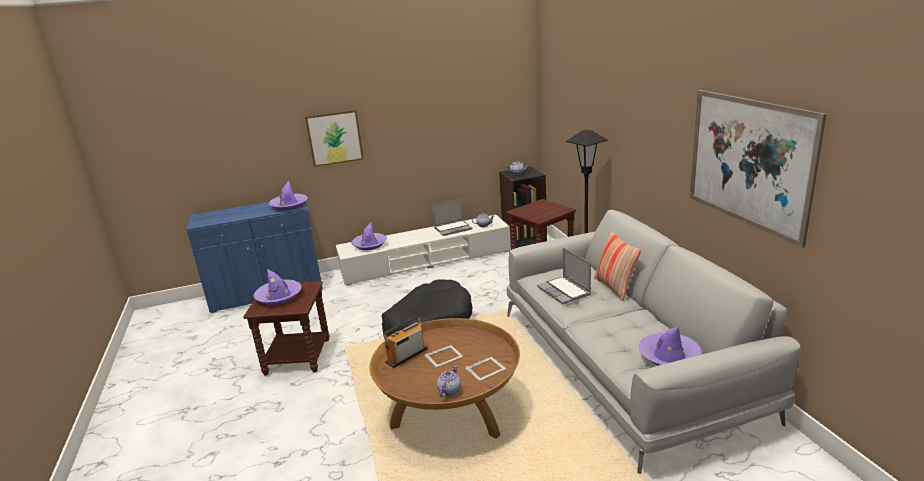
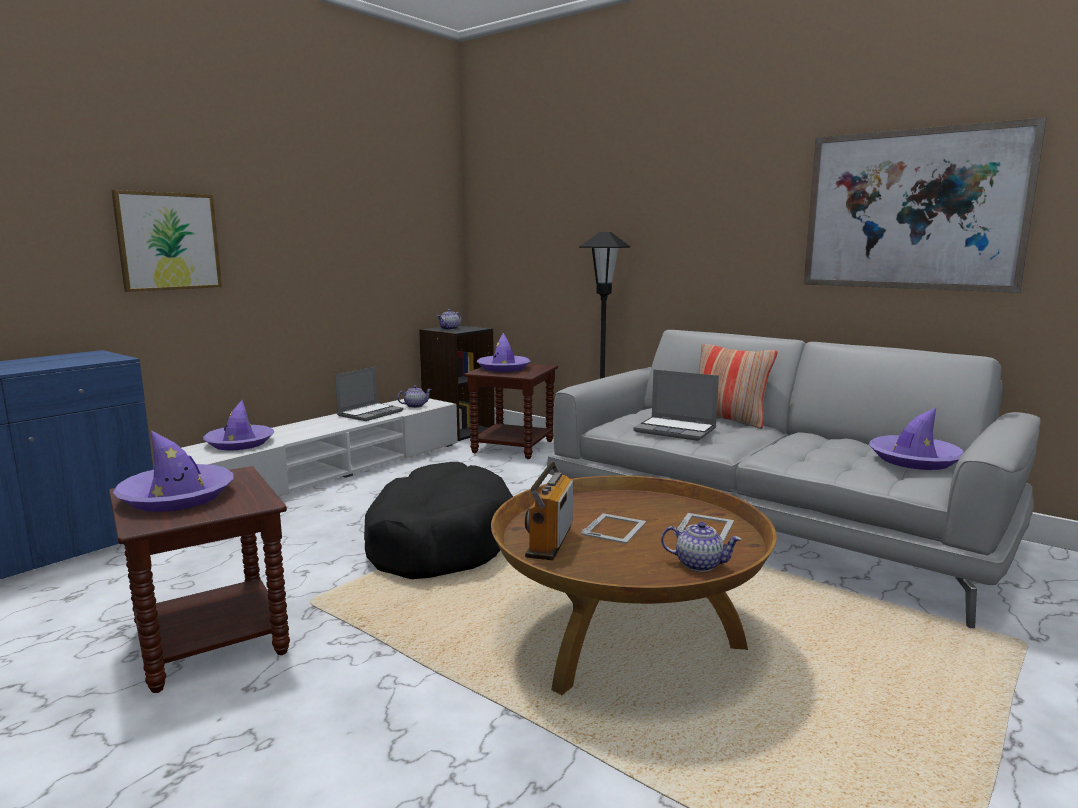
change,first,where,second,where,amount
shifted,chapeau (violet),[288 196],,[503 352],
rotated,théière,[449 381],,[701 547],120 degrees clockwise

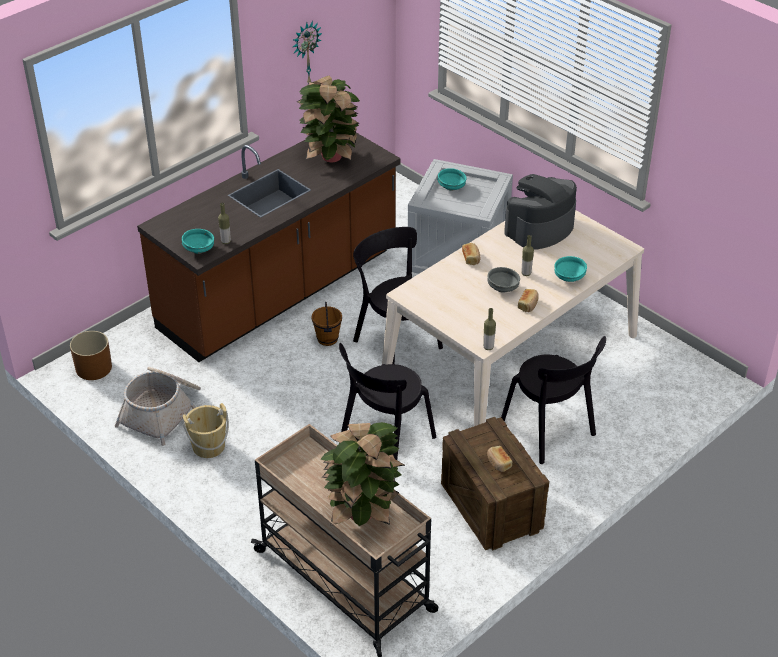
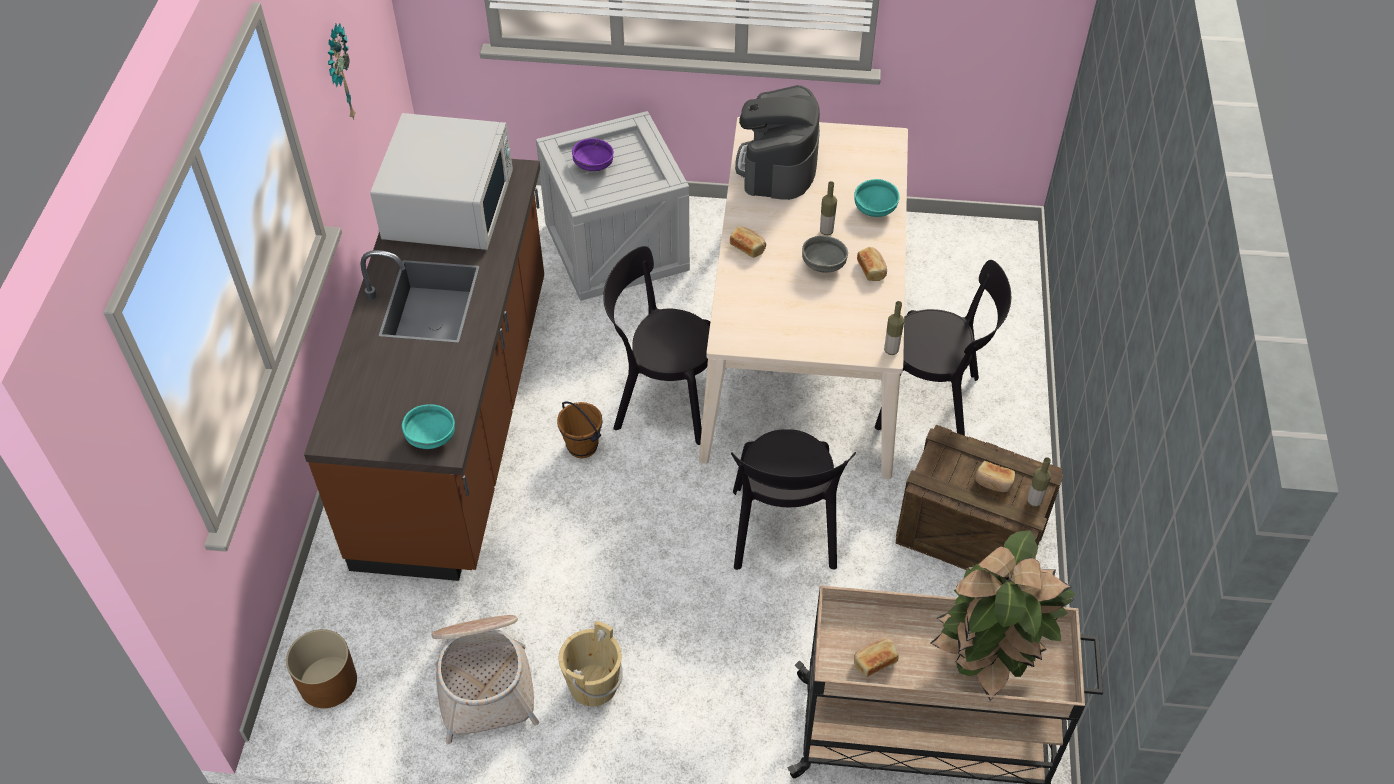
change,first,where,second,where,amount
swapped,plante en pot,[328 119],micro-ondes (blanc),[441 181],
repainted,bol (turquoise),[452 179],bol (violet),[593 154],
new,,,pain,[876 657],
shifted,bouteille,[224 223],,[1039 482],

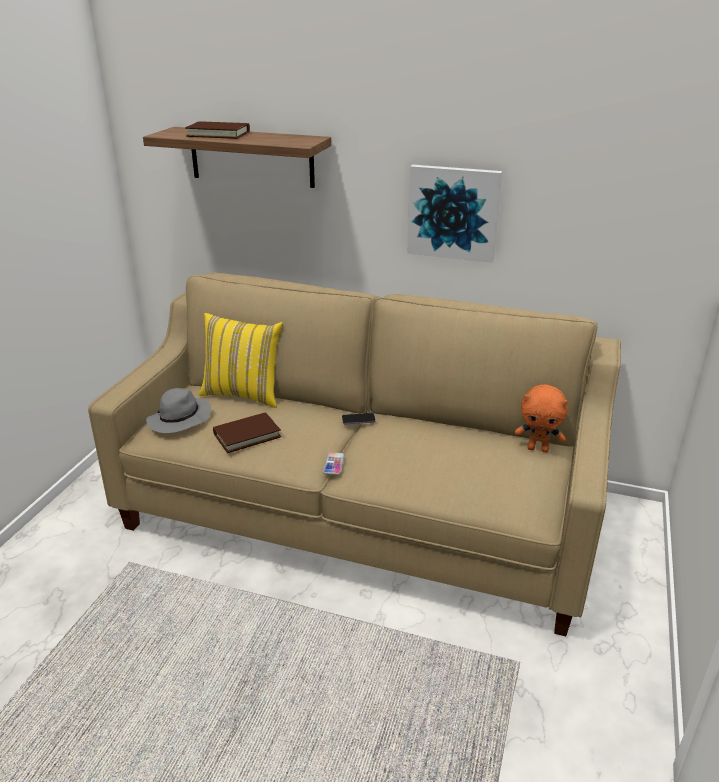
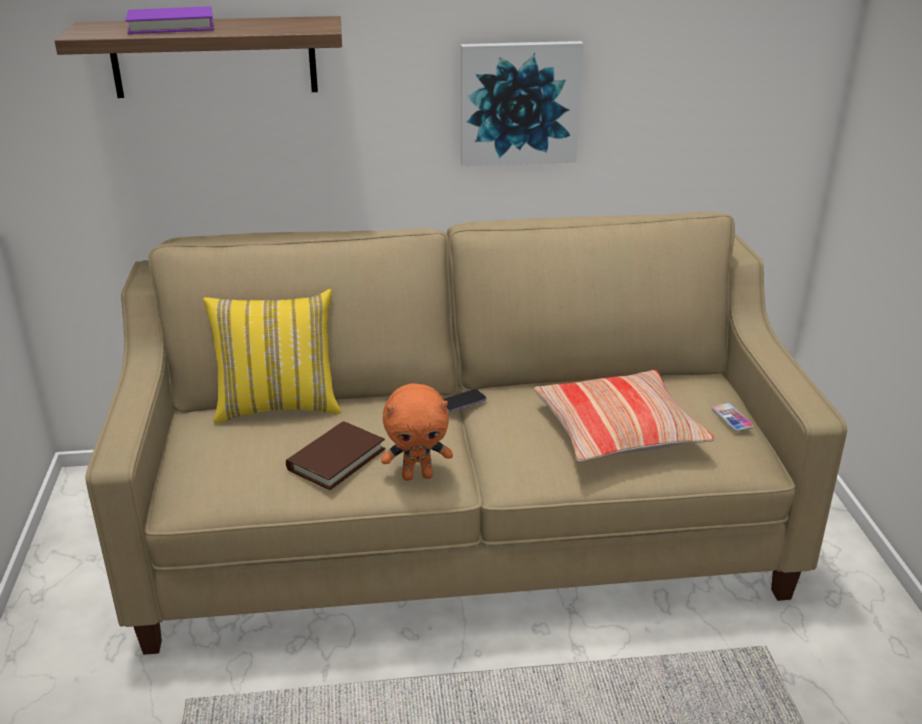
change,first,where,second,where,amount
repainted,livre (marron),[217 130],livre (violet),[169 20],
shifted,peluche (orange),[541 418],,[417 432],
new,,,coussin,[624 416],
shifted,téléphone,[333 463],,[733 417],
gone,chapeau (gris),[178 410],,,

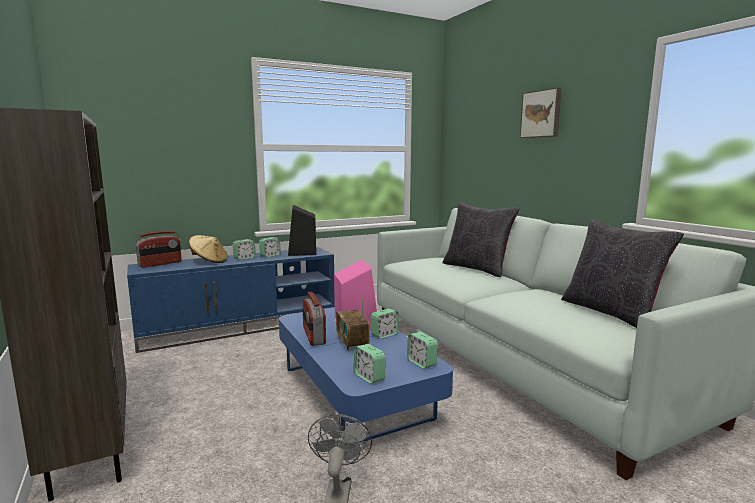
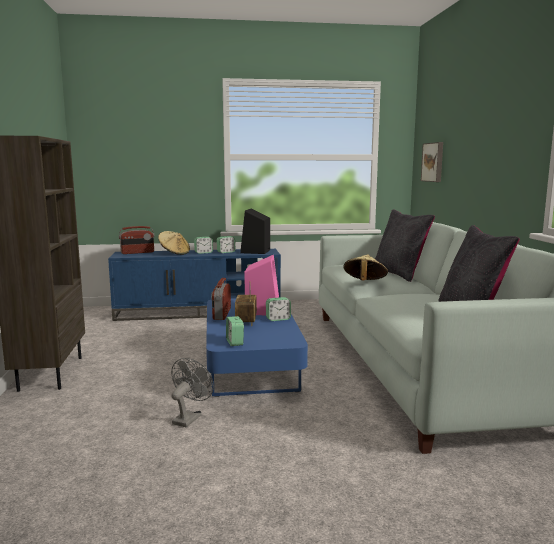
change,first,where,second,where,amount
new,,,chapeau (beige),[365 268],
shifted,tableau,[541 112],,[432 162],
gone,réveil,[422 350],,,

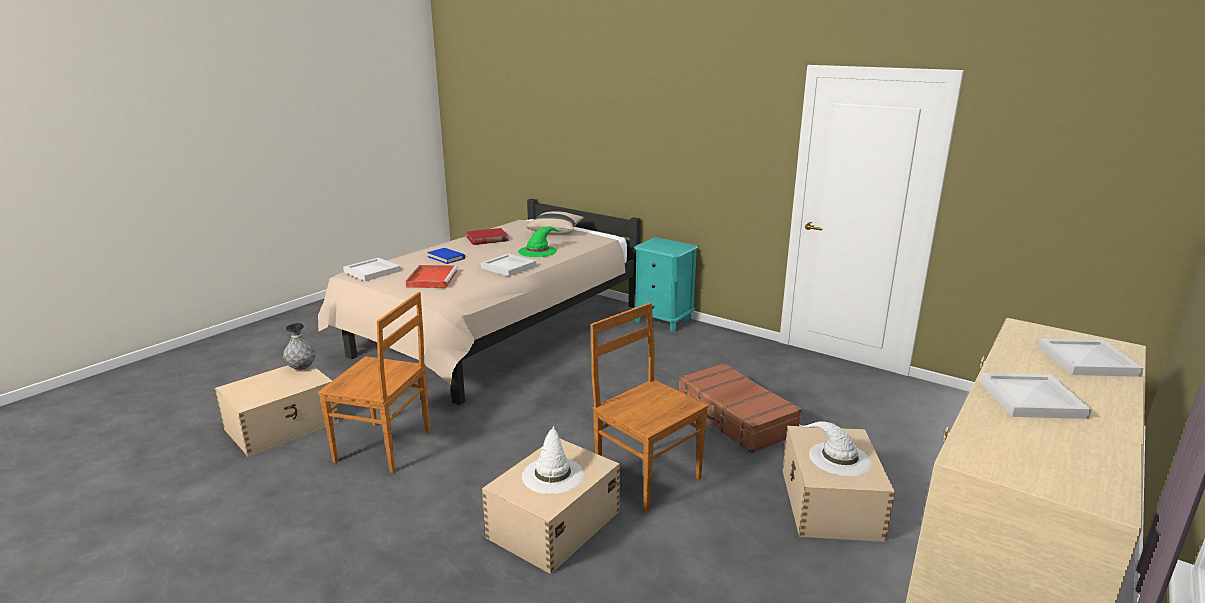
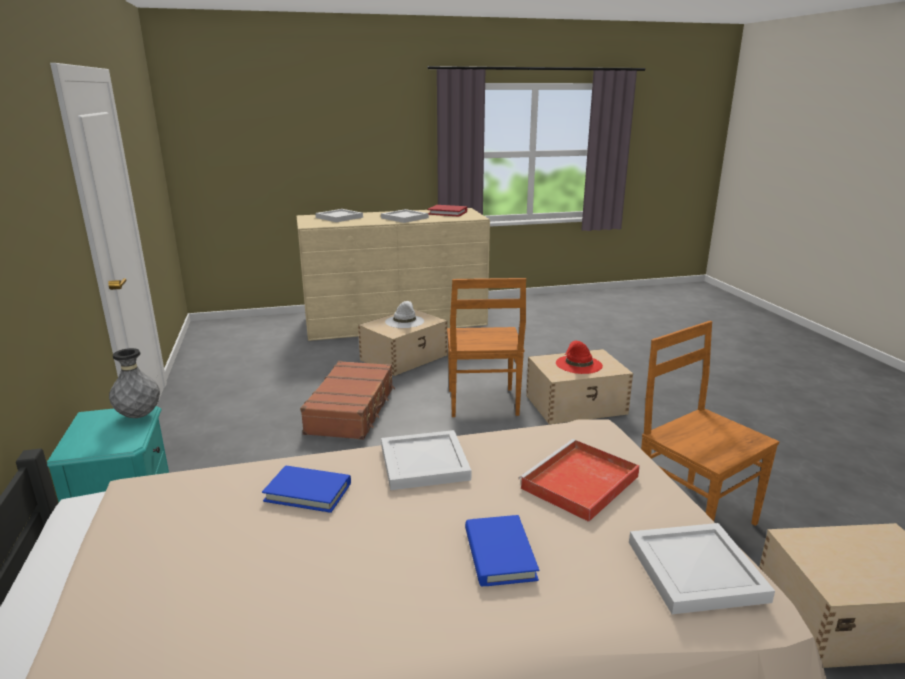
change,first,where,second,where,amount
shifted,vase (gris),[299 346],,[134 383],
swapped,chapeau (vert),[540 241],livre (bleu),[306 489],
shifted,livre (rouge),[487 236],,[447 211],
repainted,chapeau (blanc),[553 459],chapeau (rouge),[579 357],
gone,coussin (beige),[555 222],,,

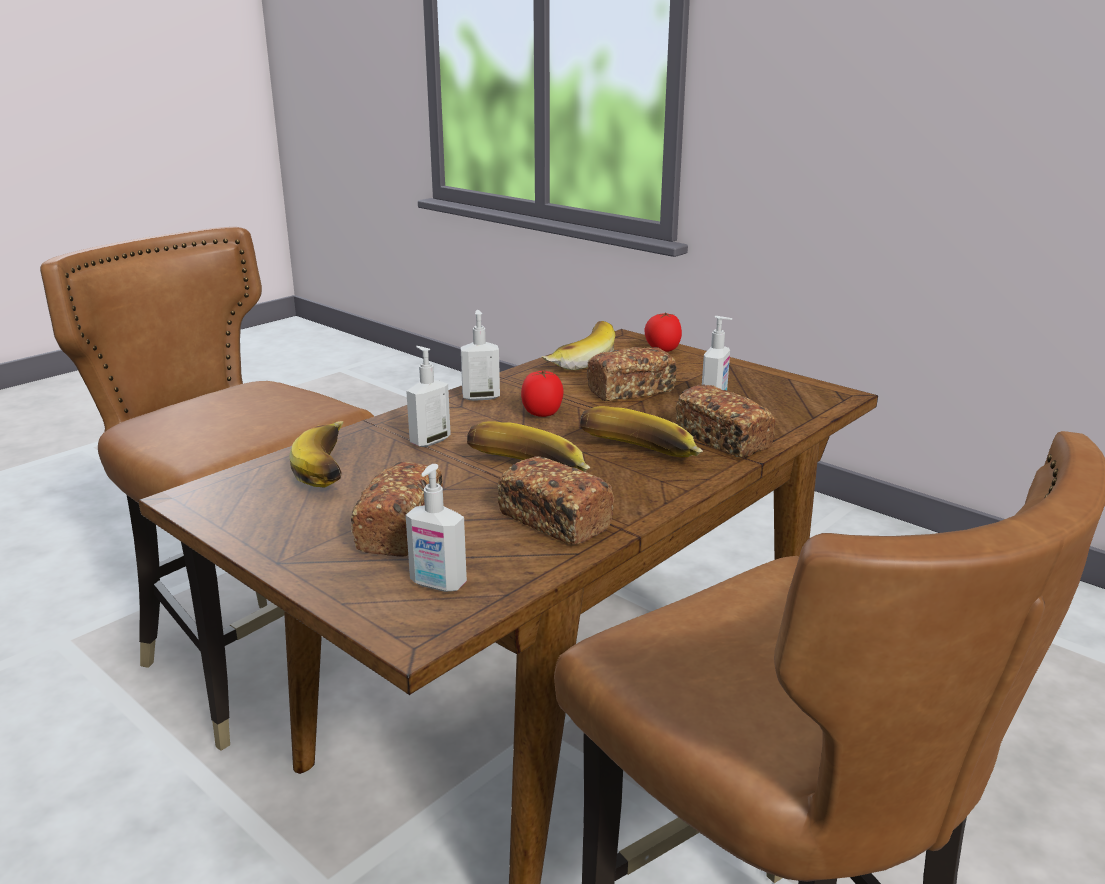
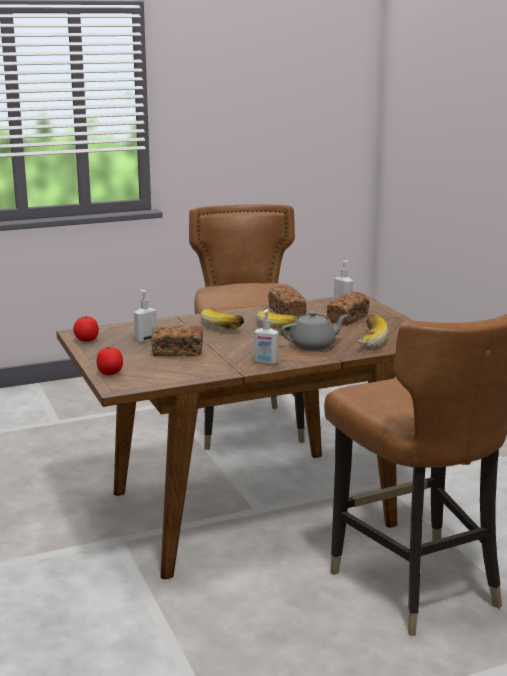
change,first,where,second,where,amount
shifted,tomate,[542 394],,[86 329],
swapped,distributeur de savon,[428 396],théière (gris),[314 331],
gone,banane,[578 345],,,
gone,pain,[725 420],,,

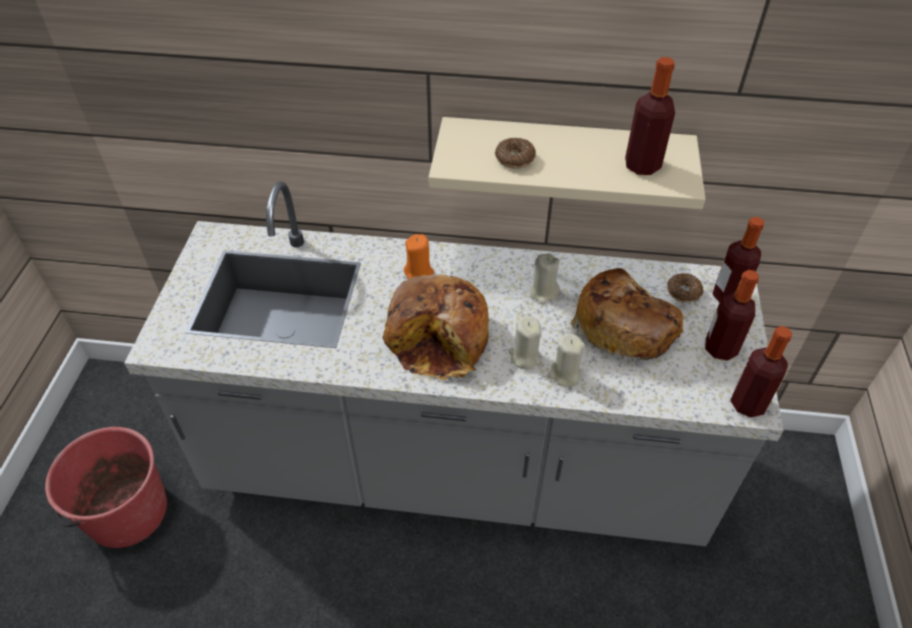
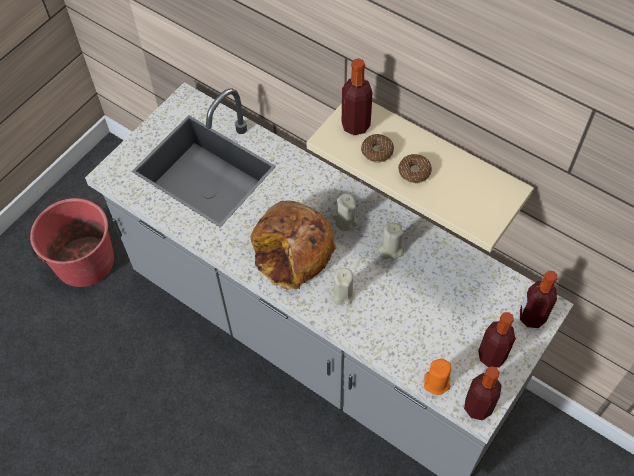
change,first,where,second,where,amount
shifted,bougie (beige),[566 360],,[345 212],
shifted,bouteille,[650 116],,[357 96],
shifted,beignet,[685 288],,[415 168],
shifted,bougie (orange),[419 256],,[437 377],
gone,pain,[627 316],,,

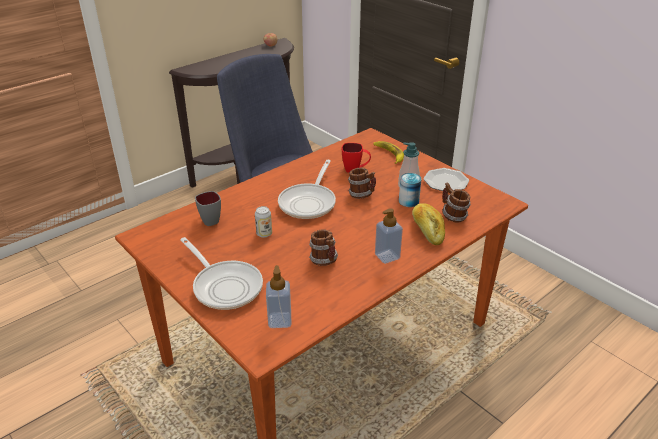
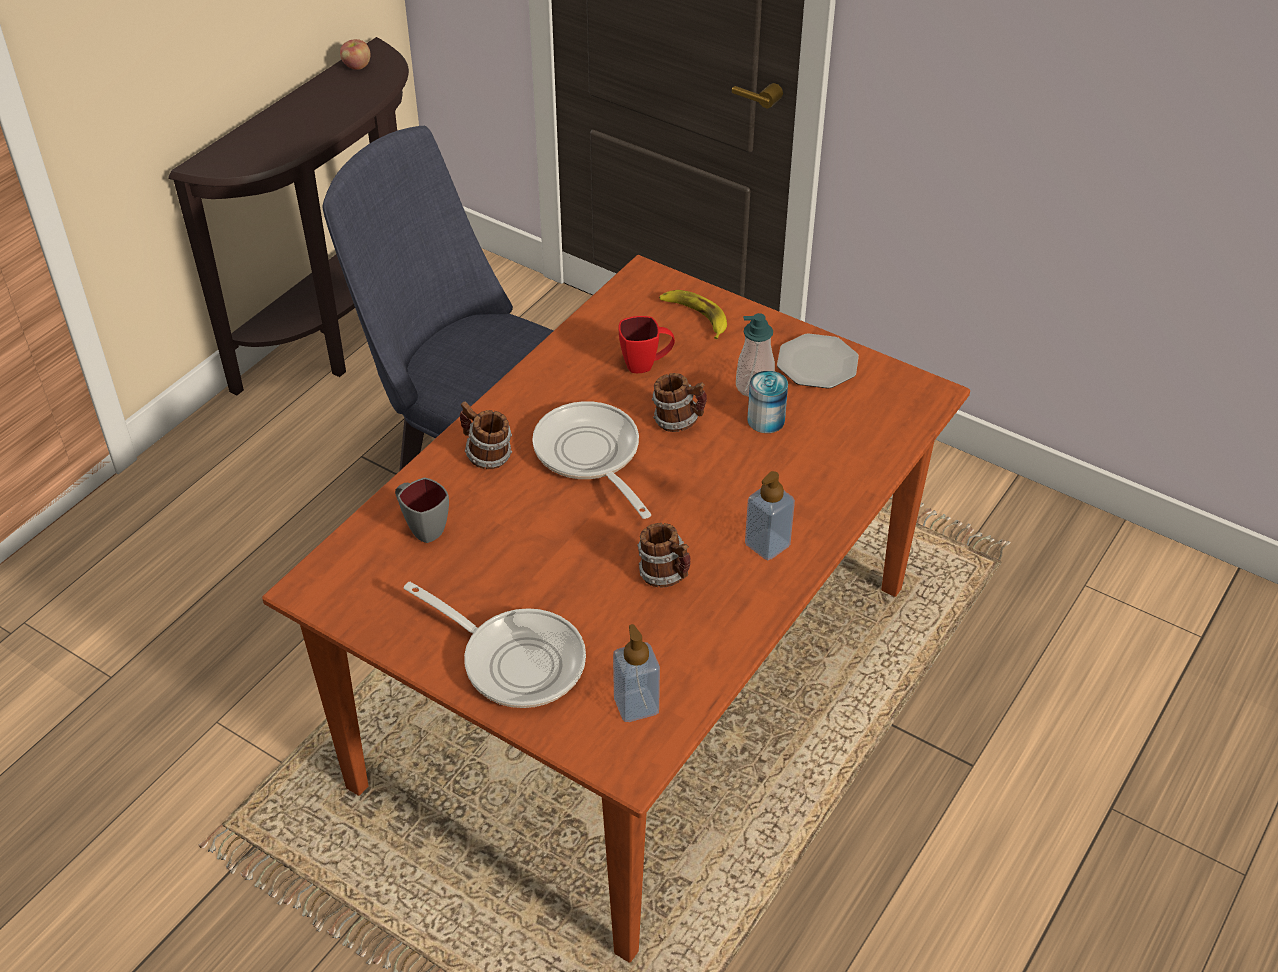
change,first,where,second,where,amount
shifted,mug,[456 203],,[486 435],
rotated,poêle,[307 189],,[592 460],150 degrees clockwise
gone,boîte métallique,[263 222],,,
gone,pain,[428 224],,,

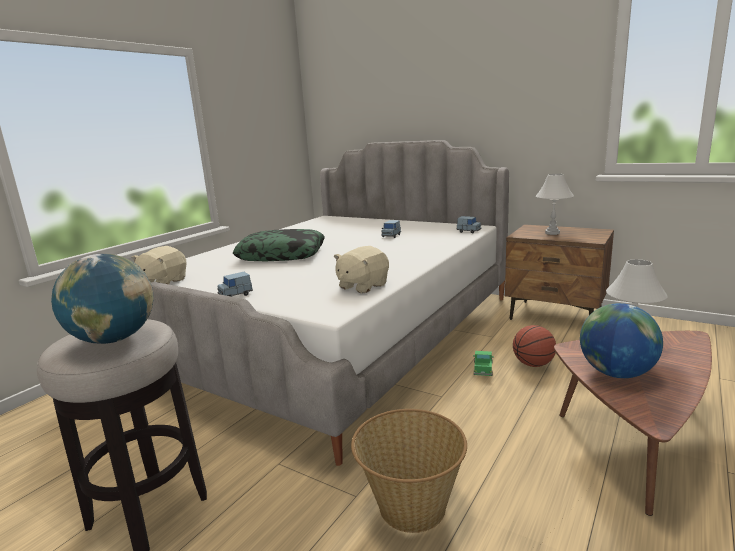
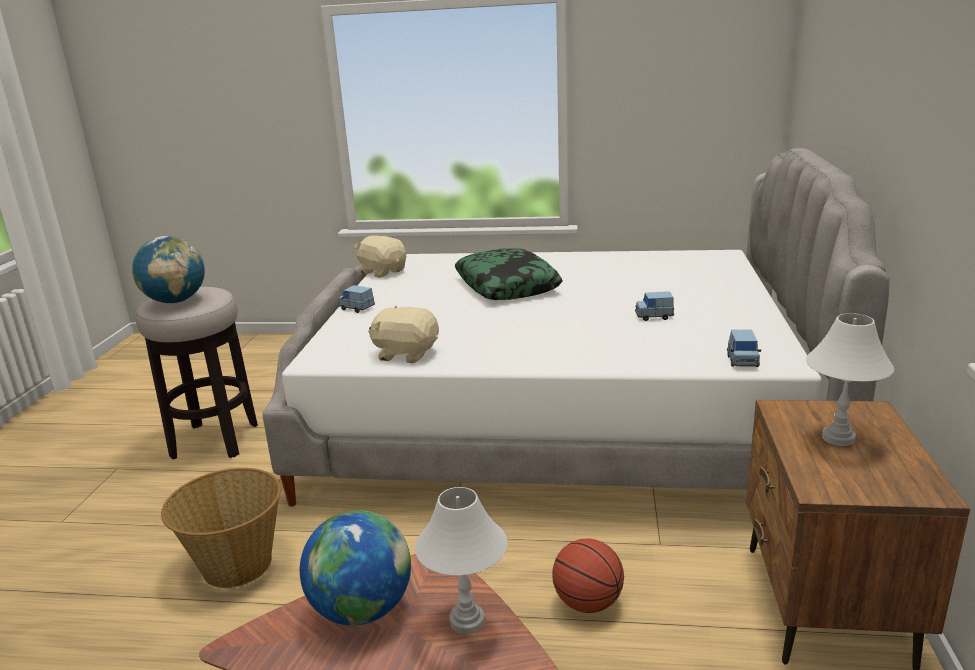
change,first,where,second,where,amount
rotated,peluche (beige),[159 265],,[380 256],45 degrees clockwise
gone,camion jouet,[483 363],,,

